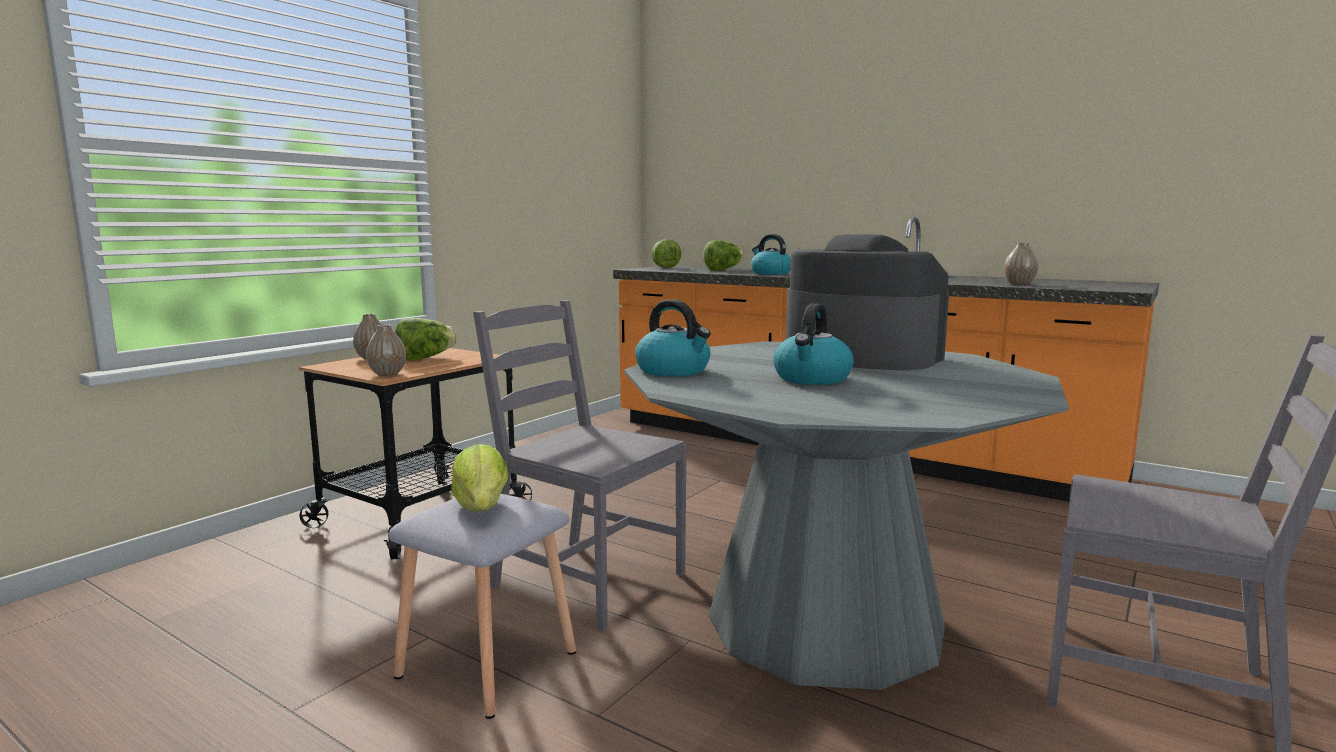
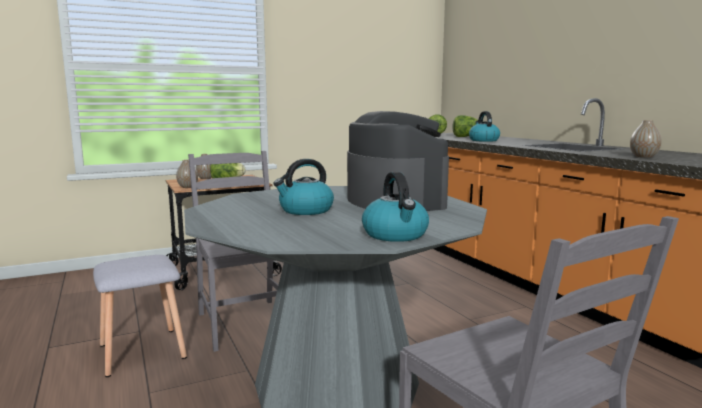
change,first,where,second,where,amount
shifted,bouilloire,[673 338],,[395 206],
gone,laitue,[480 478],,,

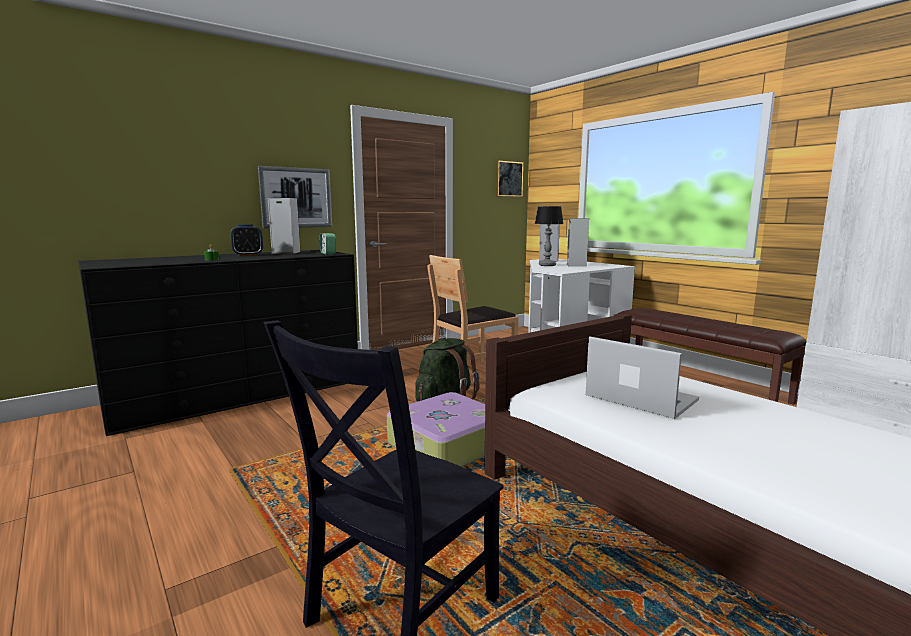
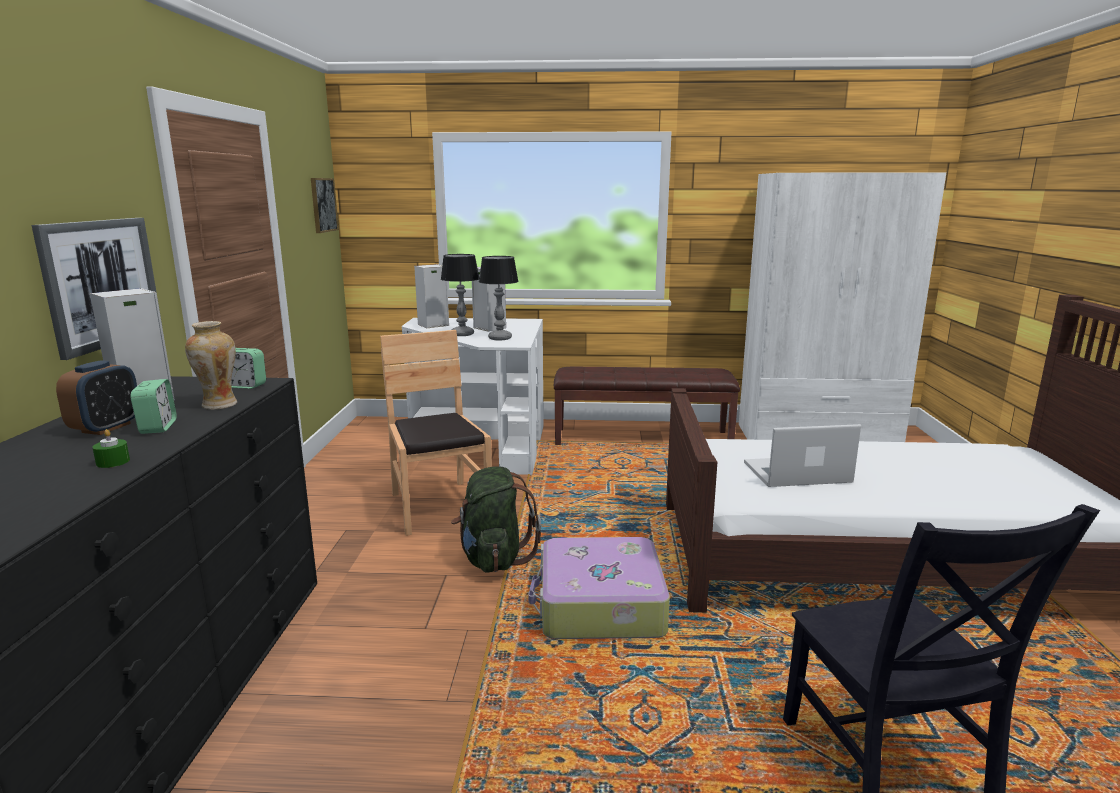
change,first,where,second,where,amount
new,,,réveil,[153 406],
new,,,vase,[211 365],
rotated,chaise (marron),[473 309],,[436 433],150 degrees clockwise
new,,,lampe de table,[499 298],

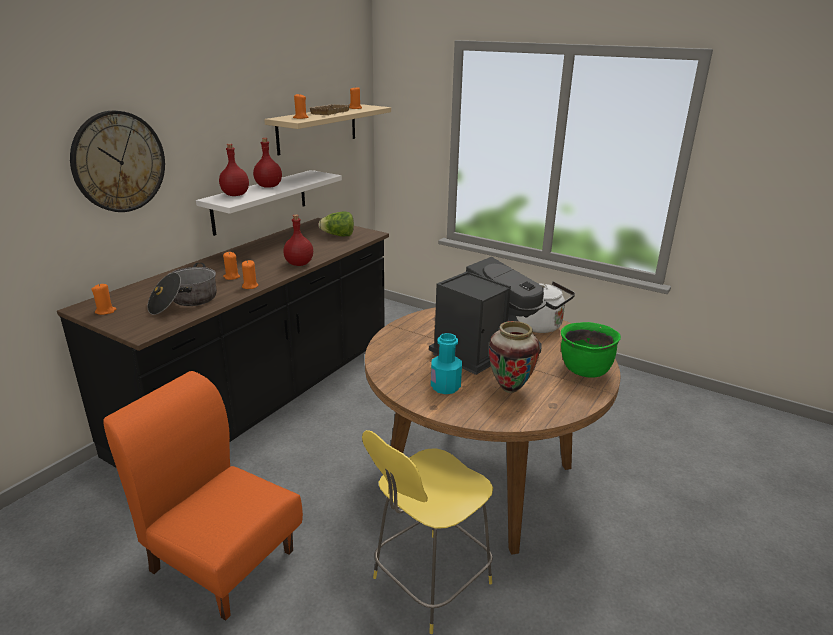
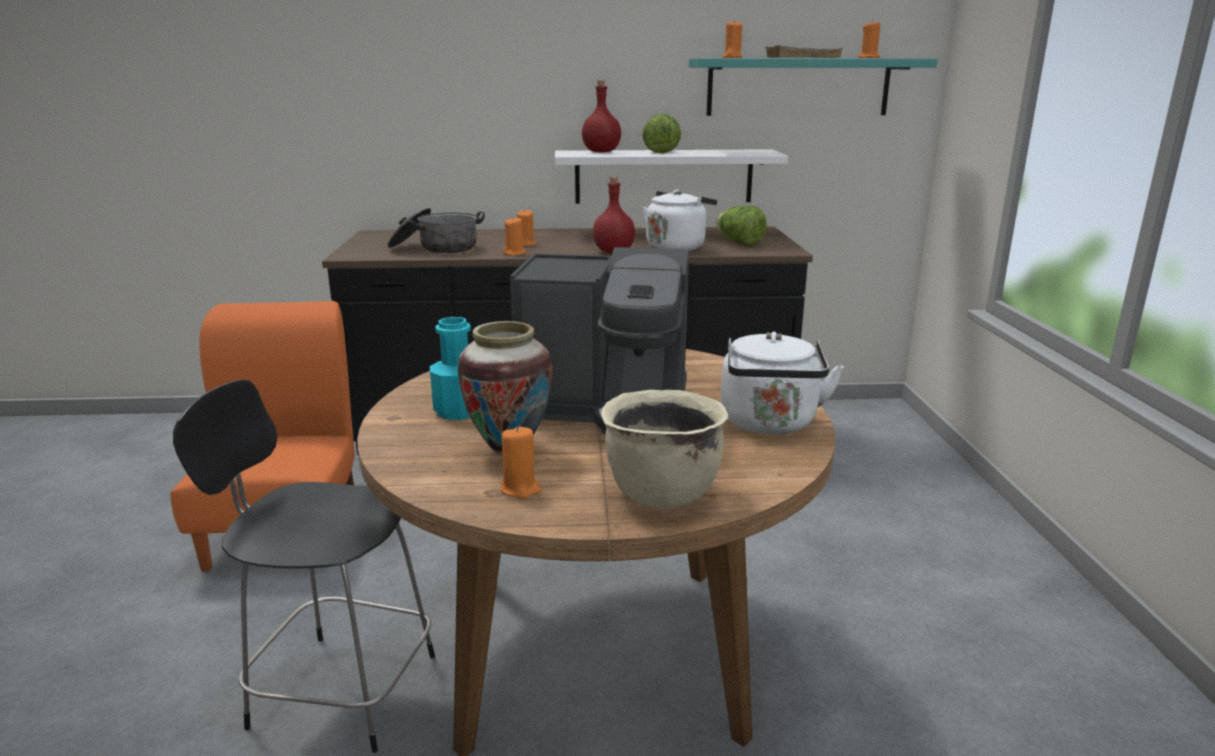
change,first,where,second,where,amount
repainted,tabouret (jaune),[427 532],tabouret (noir),[304 566],
shifted,bougie (orange),[103 299],,[521 462],
repainted,marmite (vert),[591 350],marmite (beige),[664 449],
new,,,bouilloire (blanc),[679 220],
swapped,bouteille (rouge),[267 163],laitue,[662 133],
repainted,étagère (beige),[327 130],étagère (turquoise),[813 87],
gone,horloge murale,[117 161],,,

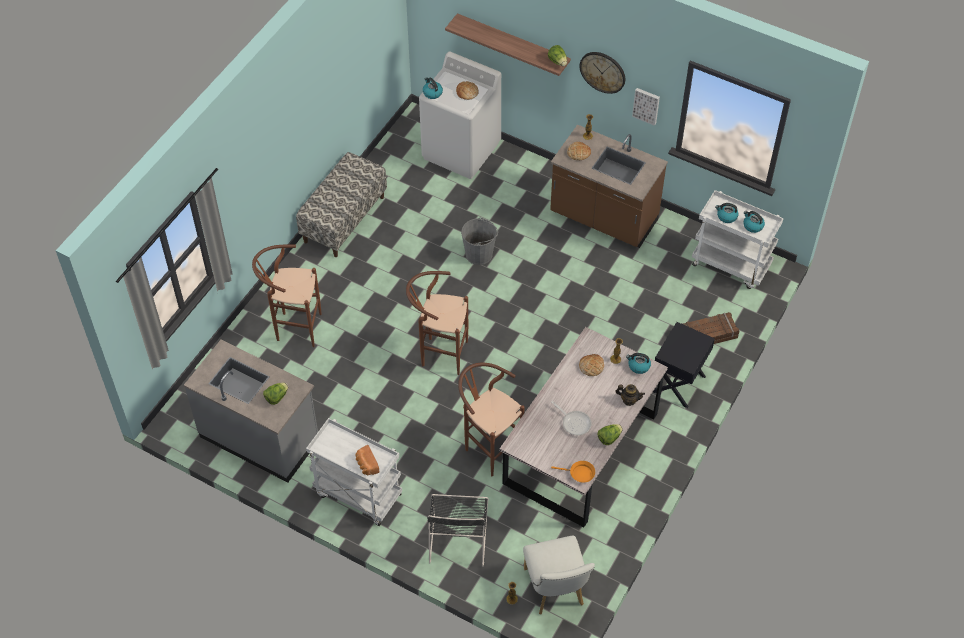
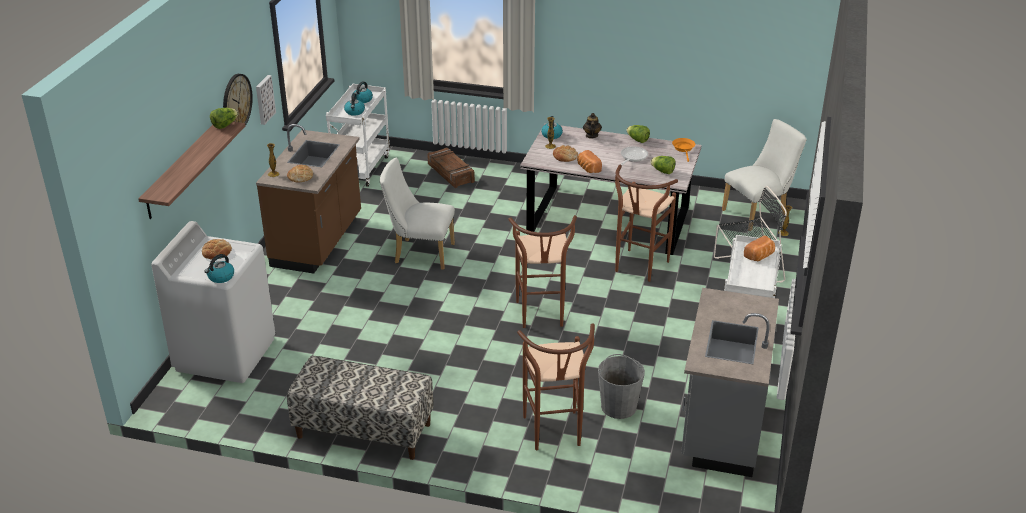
change,first,where,second,where,amount
new,,,chaise (blanc),[417 214],
new,,,pain,[589 161],
shifted,seau (gris),[479 241],,[621 386],
shifted,laitue,[275 394],,[663 165],
gone,table de chevet (noir),[684 365],,,

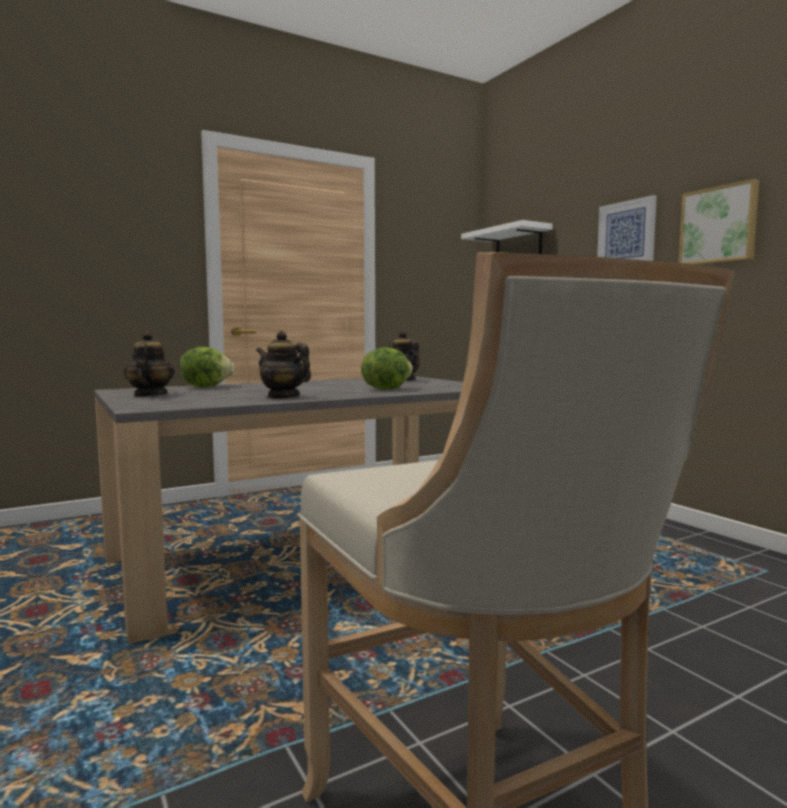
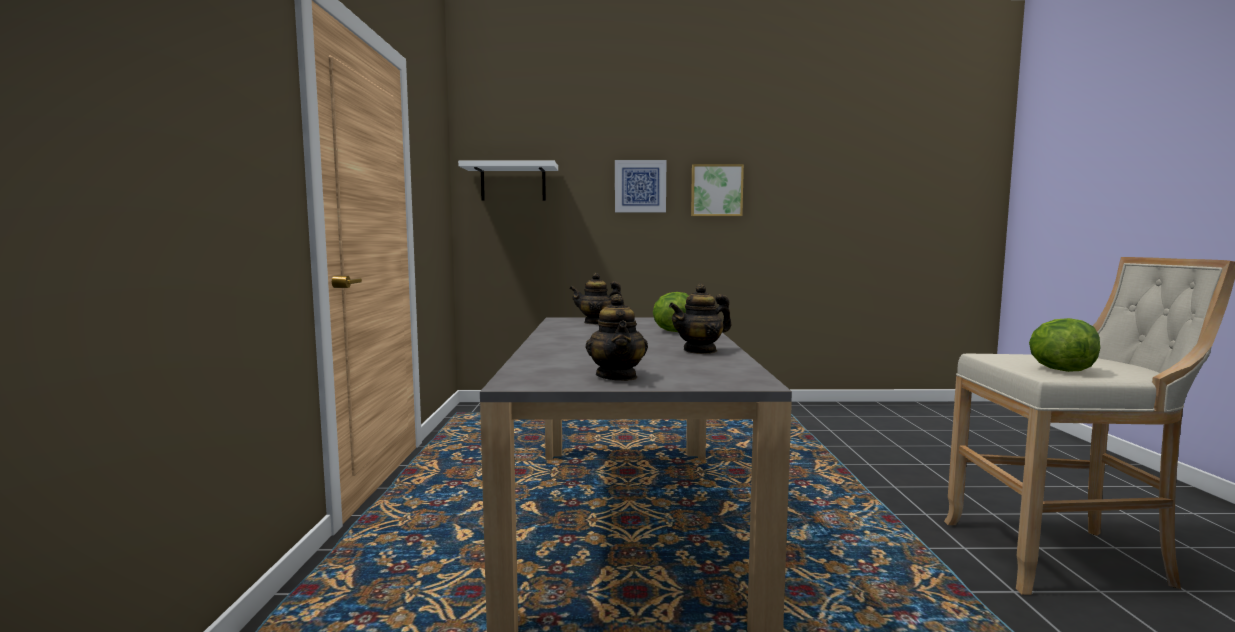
change,first,where,second,where,amount
rotated,théière,[149 364],,[616 337],120 degrees counterclockwise
shifted,laitue,[207 367],,[1064 345],

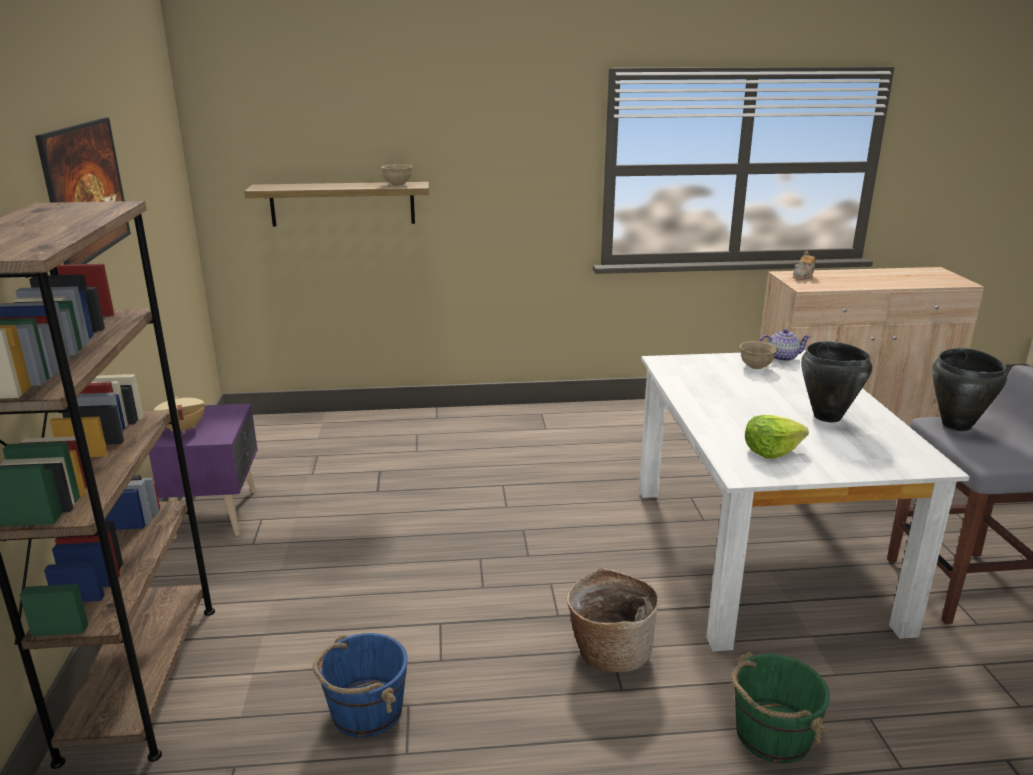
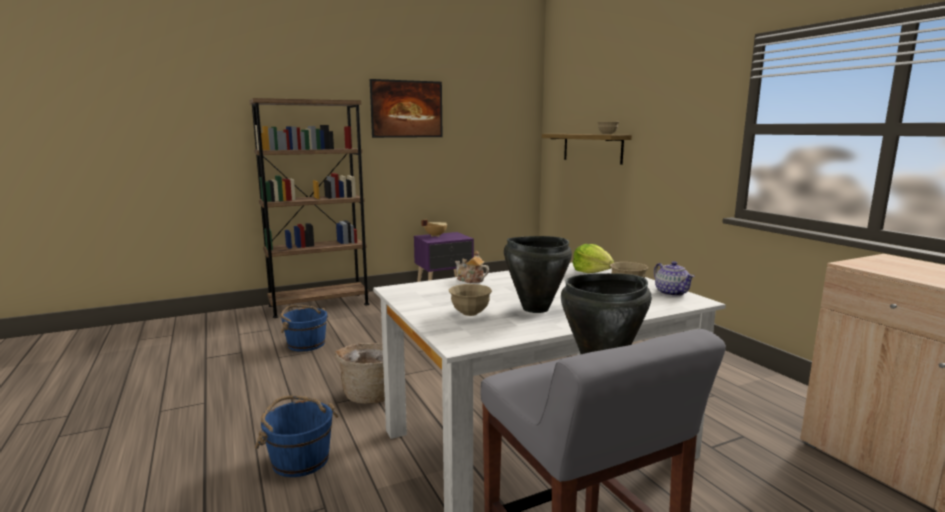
change,first,where,second,where,amount
repainted,seau (vert),[781 707],seau (bleu),[297 436],
new,,,bol (beige),[470 300],
shifted,théière,[804 265],,[472 267],
shifted,laitue,[777 437],,[594 258],

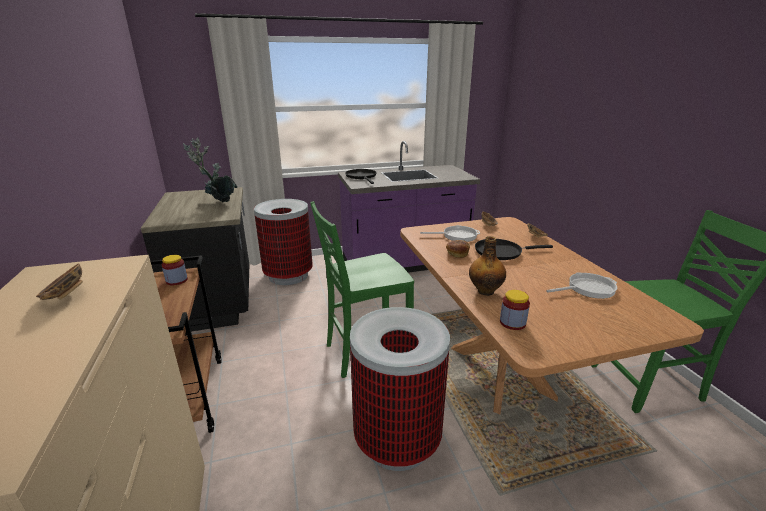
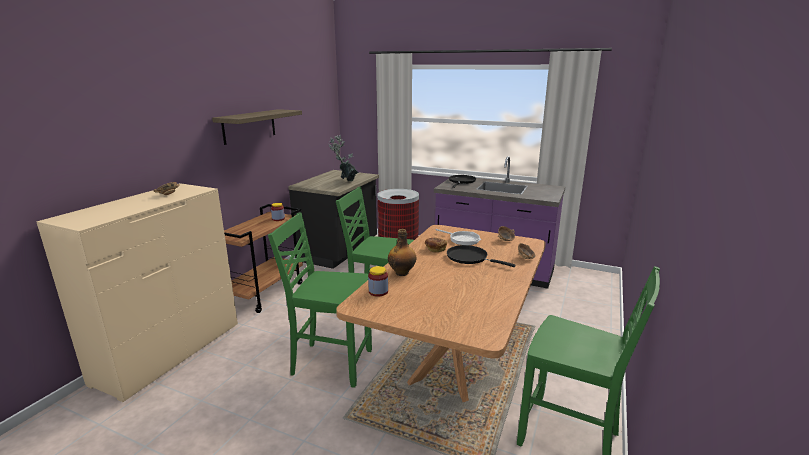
change,first,where,second,where,amount
new,,,étagère,[257 127],
swapped,poubelle,[400 389],chaise (vert),[320 300],
gone,poêle,[581 285],,,

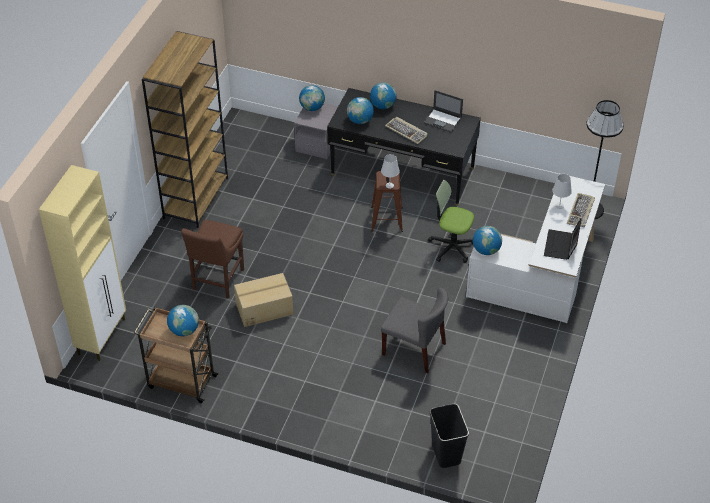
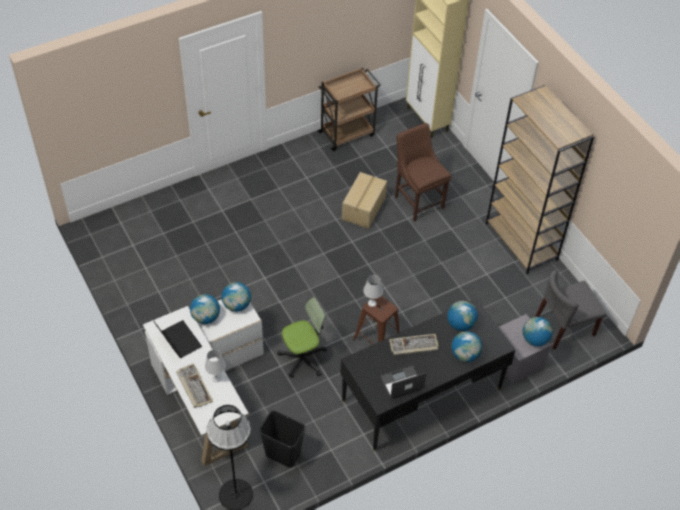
change,first,where,second,where,amount
shifted,globe,[183 321],,[205 309],
shifted,poubelle (noir),[449 435],,[282 439],
shifted,chaise (gris),[415 330],,[570 310],

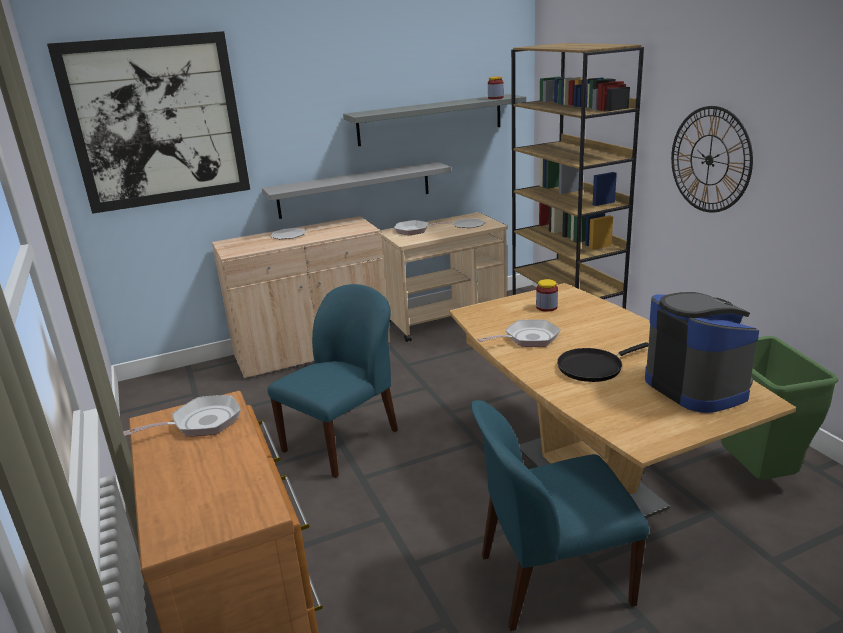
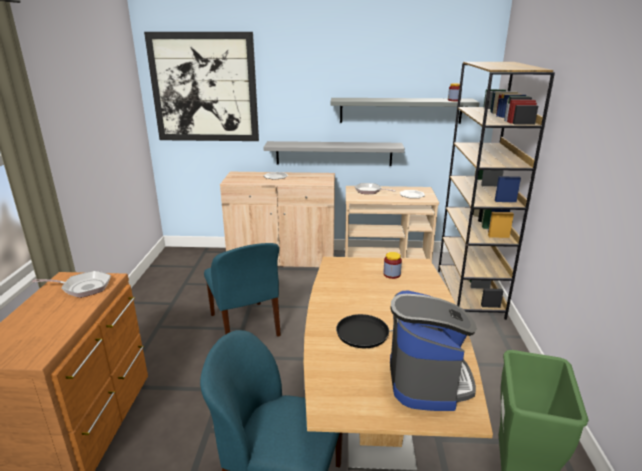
change,first,where,second,where,amount
rotated,chaise (bleu),[332 381],,[242 290],90 degrees clockwise
gone,poêle,[518 333],,,
gone,horloge murale,[712 159],,,

